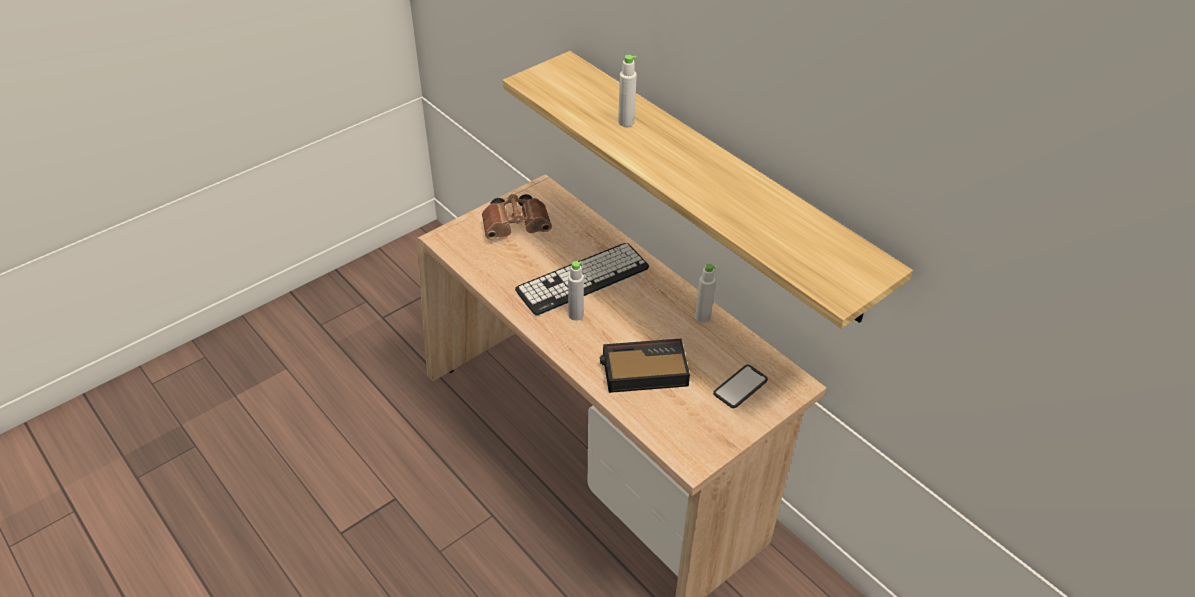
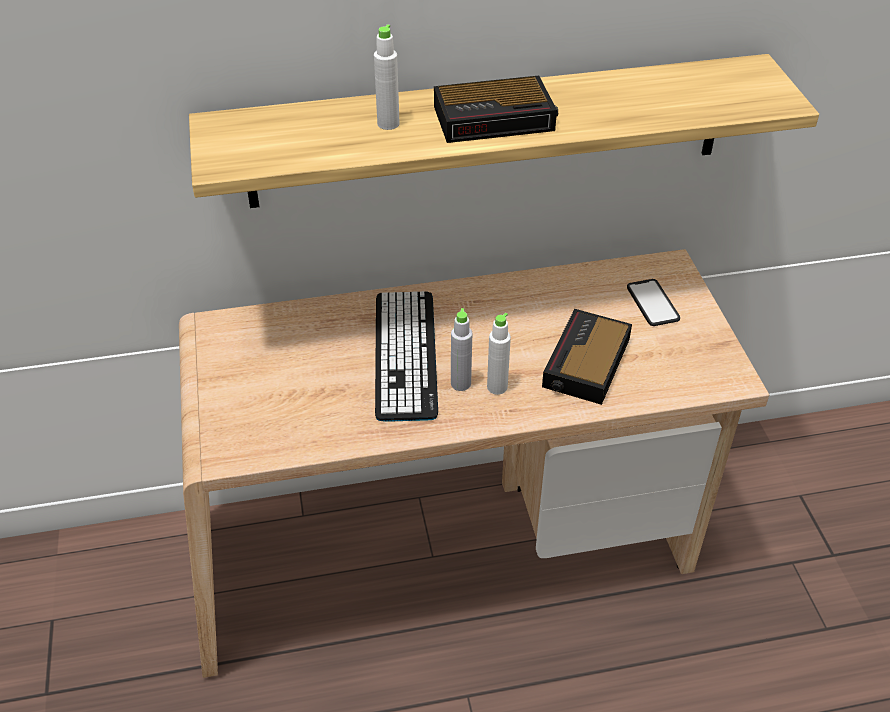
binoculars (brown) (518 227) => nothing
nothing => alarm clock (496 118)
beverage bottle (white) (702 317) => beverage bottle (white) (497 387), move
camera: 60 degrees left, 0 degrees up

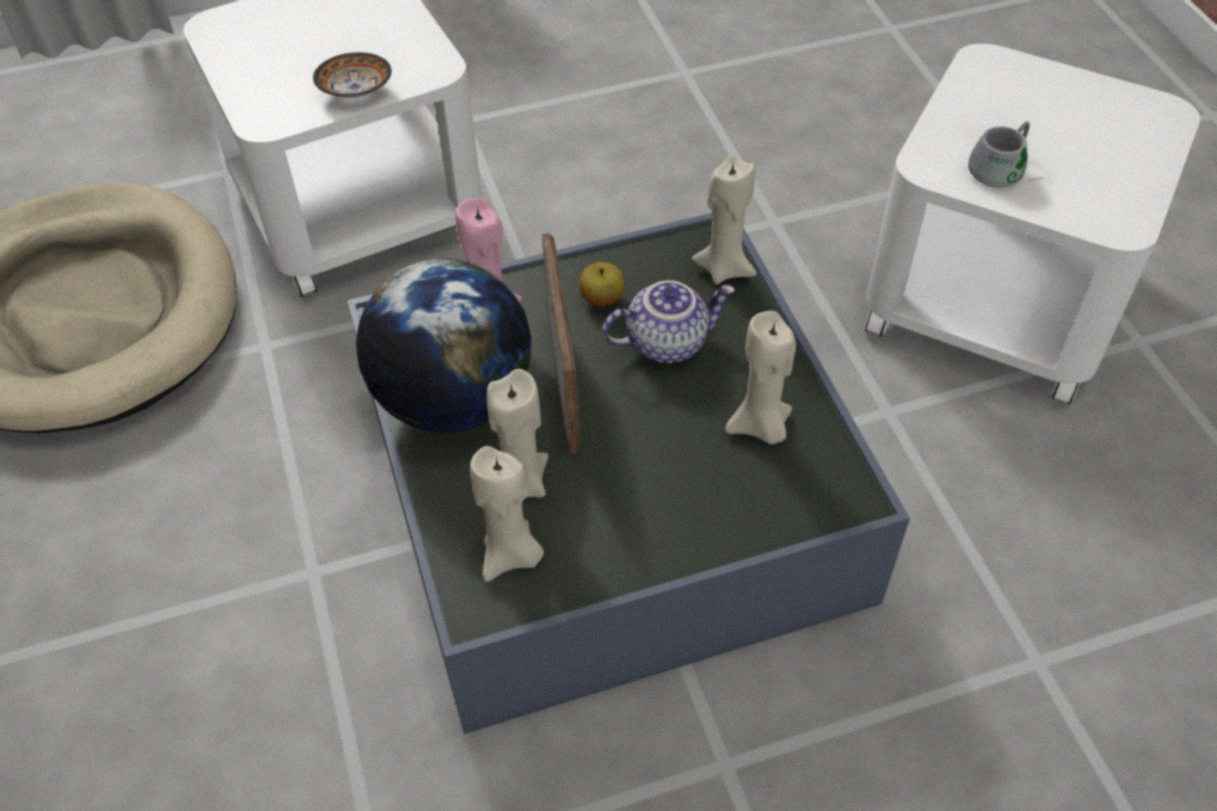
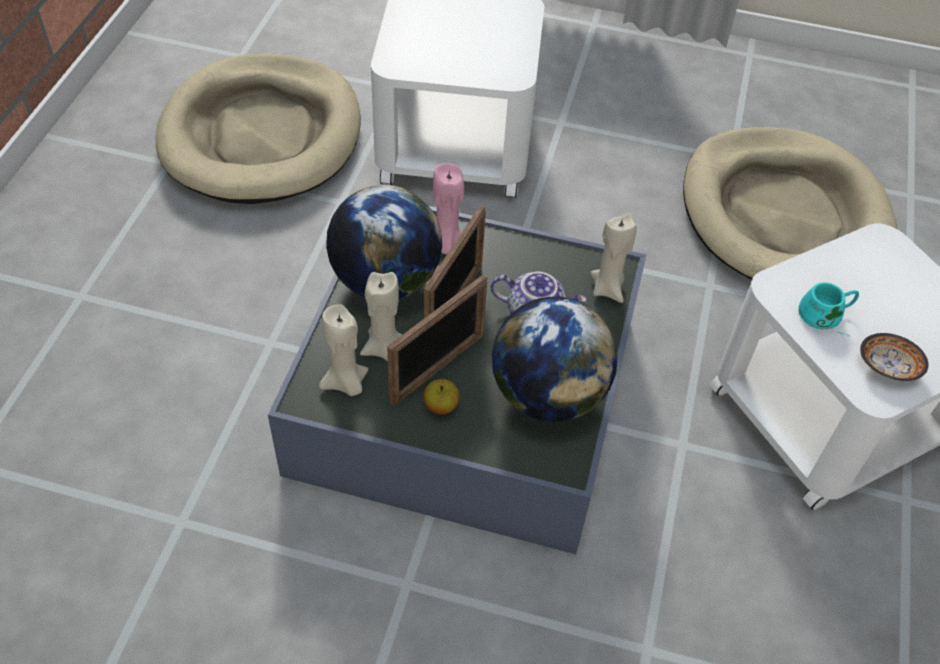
nothing => photo frame (438 368)
nothing => pet bed (beige-coloured) (783 215)
bowl (356 91) => bowl (887 367), move
whole apple (602 298) => whole apple (441 406), move
wax candle (beige-coloured) (760 427) => desk globe (548 394)
tea mug (greyish) (1005 170) => tea mug (blue-green) (827 317)
camera: 30 degrees right, 0 degrees up

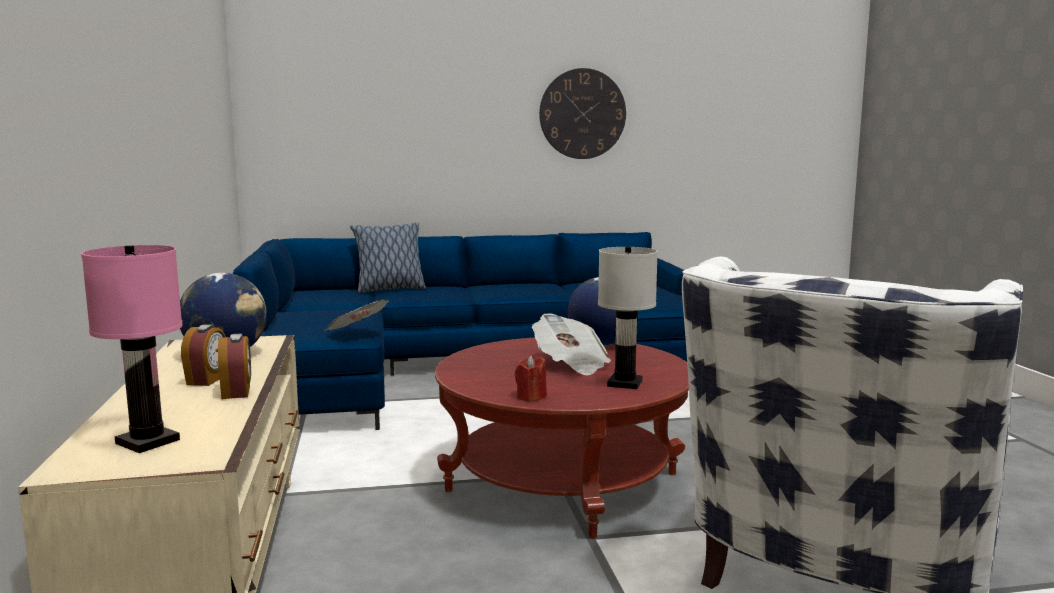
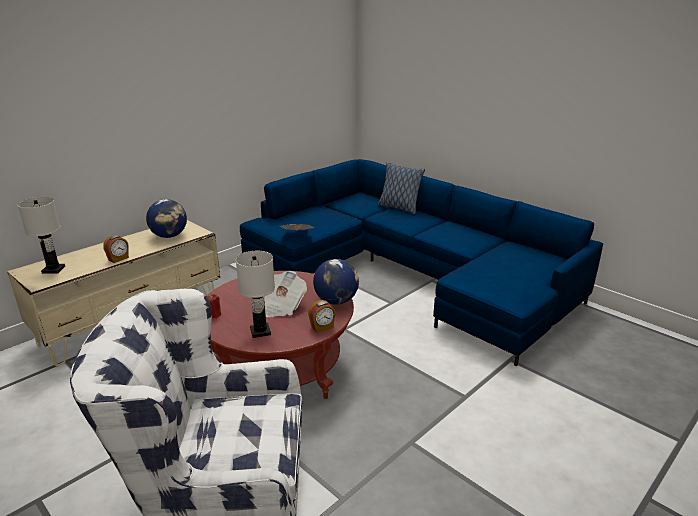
hanging clock (582 114) => nothing
alarm clock (207 380) => alarm clock (322 327), move
table lamp (pinkish) (147 442) => table lamp (white) (53 270)
camera: 55 degrees right, 15 degrees up

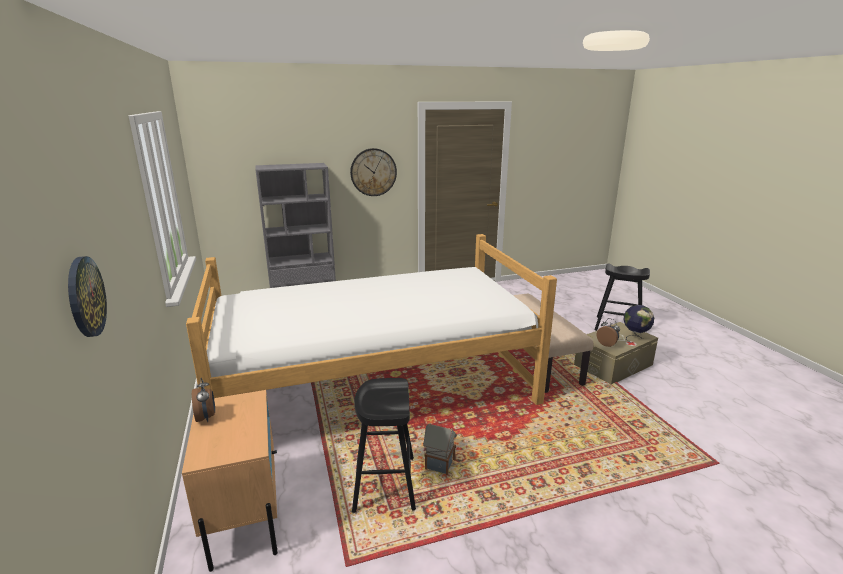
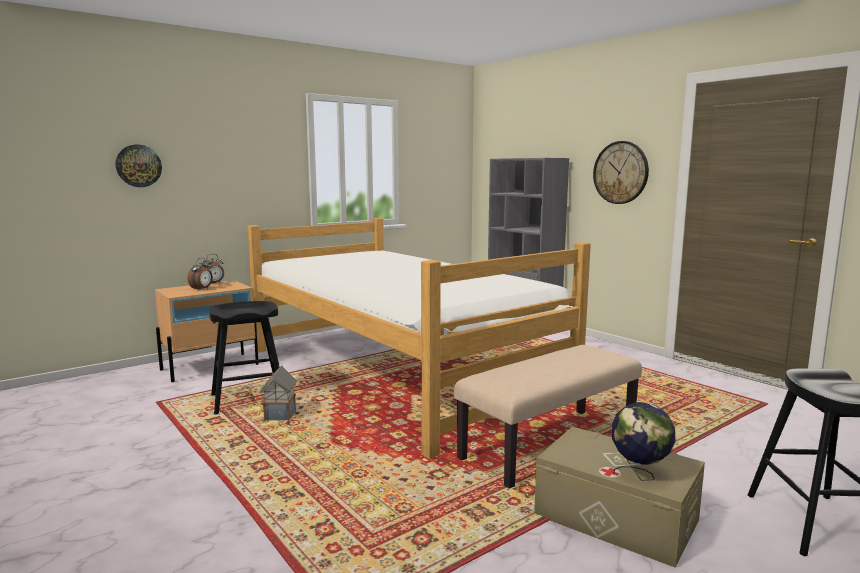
alarm clock (607 344) => alarm clock (202 289), move
camera: 70 degrees right, 10 degrees down

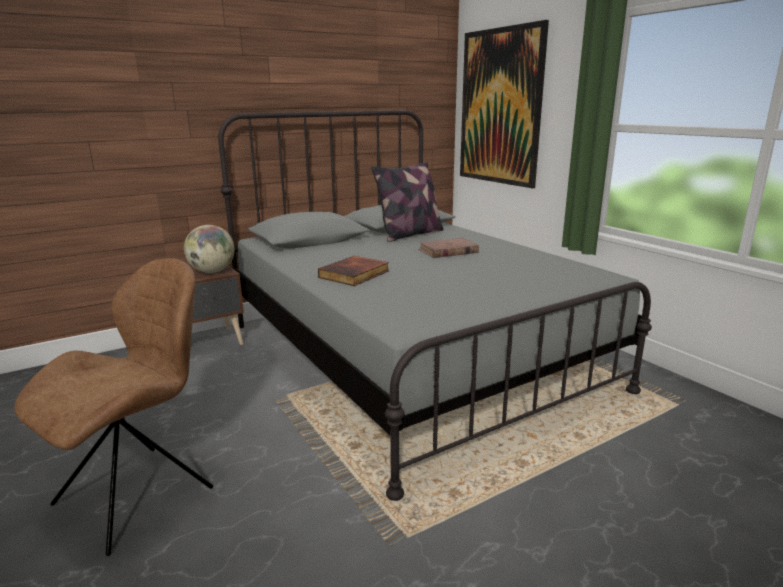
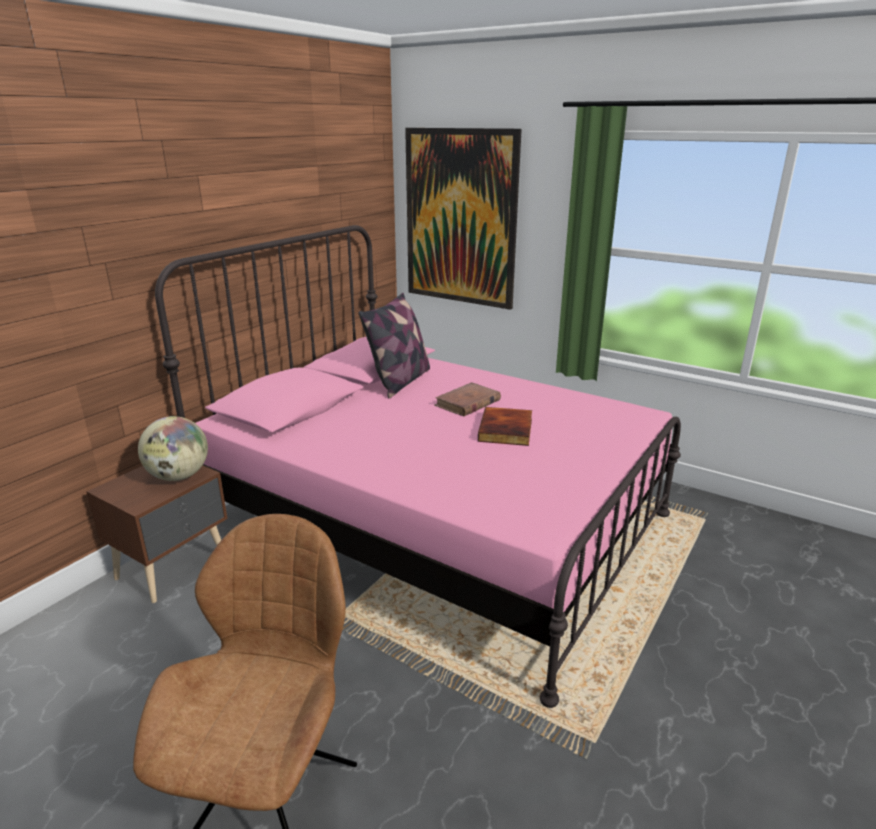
bound book (355 274) => bound book (507 430), move
sleeping bed (greyish) (411 355) => sleeping bed (pinkish) (436 522)
camera: 25 degrees left, 5 degrees up

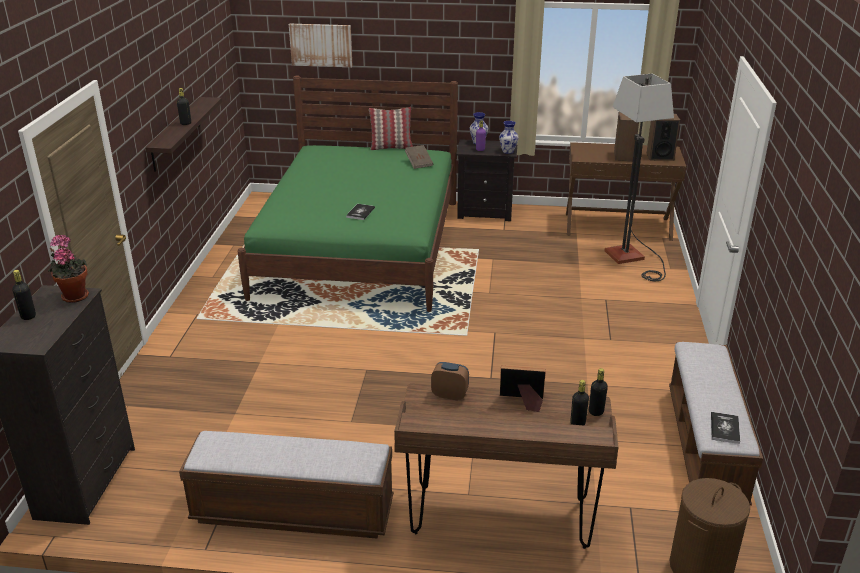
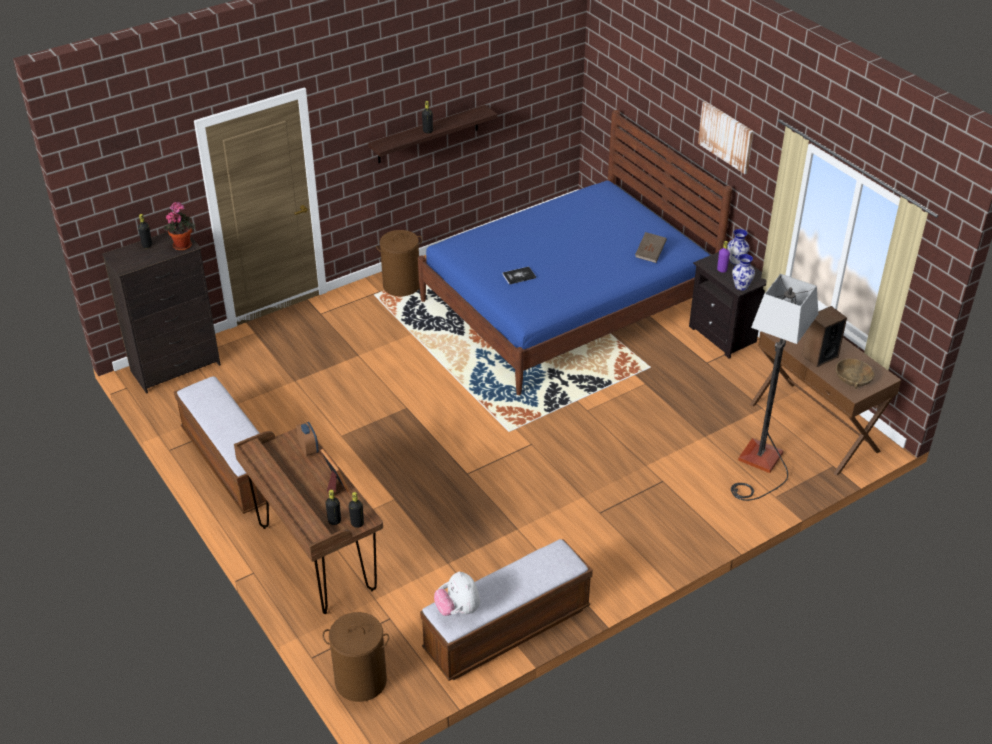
throw pillow (391 147) => nothing
nothing => laundry basket (brown) (402 285)
wall picture (321 45) => wall picture (726 136), move
speaker (660 156) => bowl (brown) (853 378)
bound book (724 428) => plush toy (458 609)
sleeping bed (green-coloured) (360 247) => sleeping bed (blue) (566 305)
camera: 50 degrees right, 10 degrees up

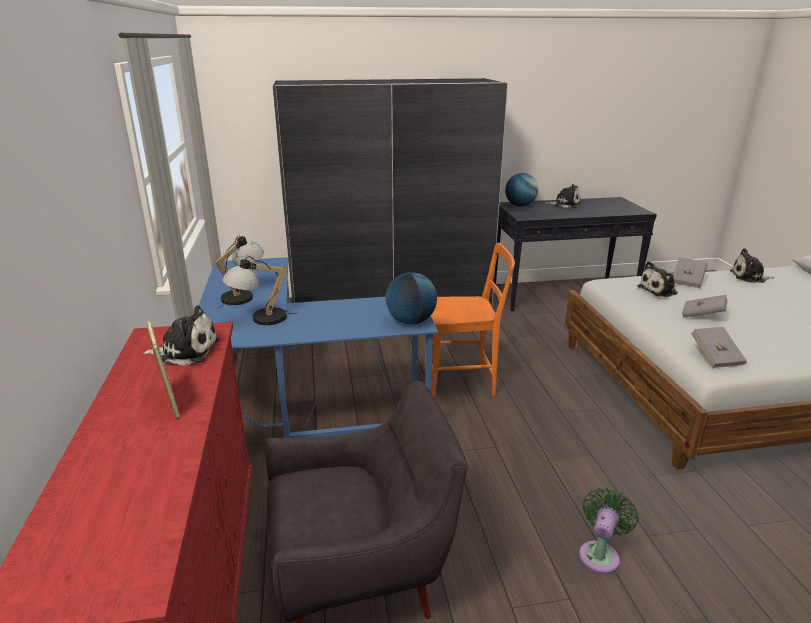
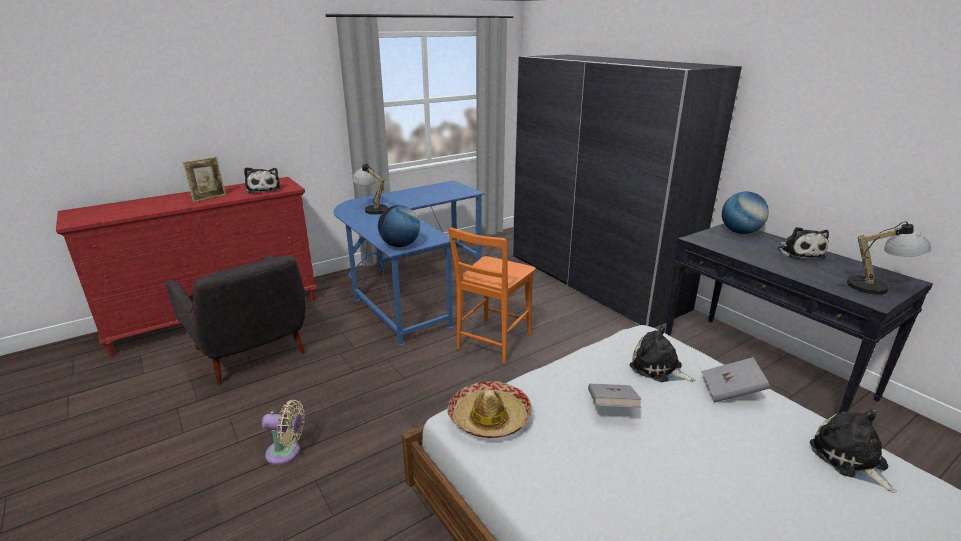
table lamp (243 295) => table lamp (877 287), move
bound book (greyish) (715 357) => wearable hat (489 418)
cooling fan (green-coloured) (600 554) => cooling fan (beige-coloured) (286 452)
chair (orange) (463 381) => chair (orange) (492 343), 60 degrees clockwise
camera: 65 degrees right, 0 degrees up

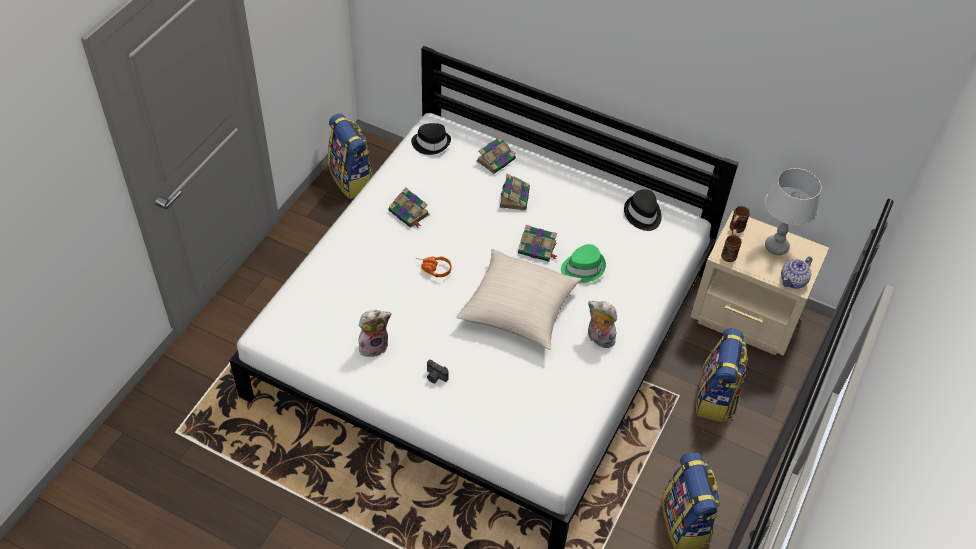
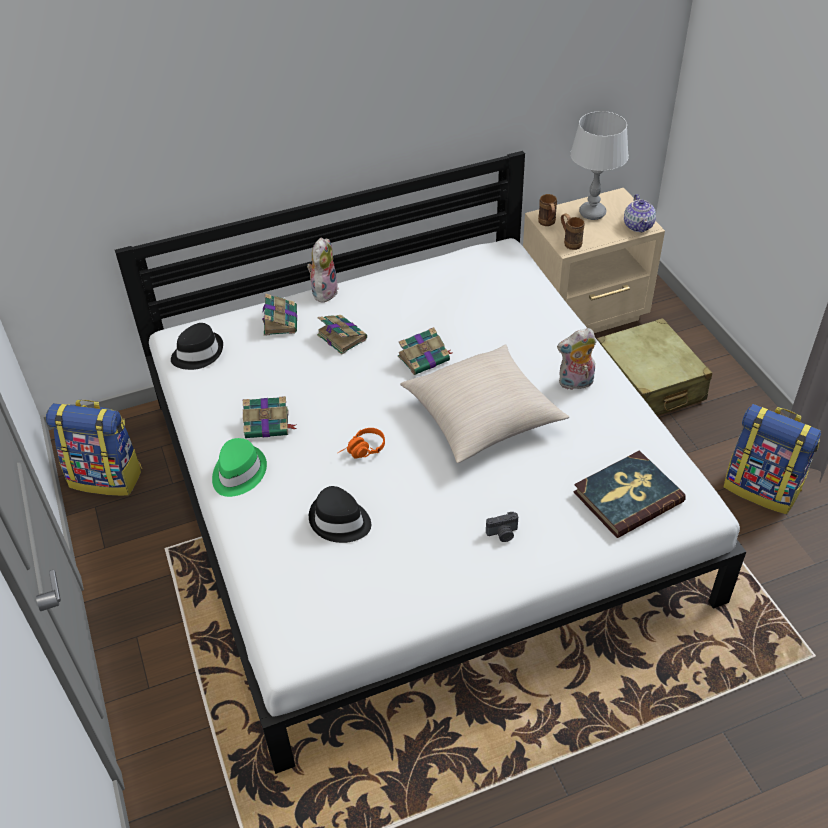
nothing => bound book (627 496)
plush toy (374 345) => plush toy (324 291), move
wearable hat (green-coloured) (582 267) => wearable hat (green-coloured) (238 473), move
wearable hat (black-coloured) (642 214) => wearable hat (black-coloured) (339 521), move
knapsack (716 398) => piece of luggage (beige-coloured) (648 383)
camera: 45 degrees left, 5 degrees down

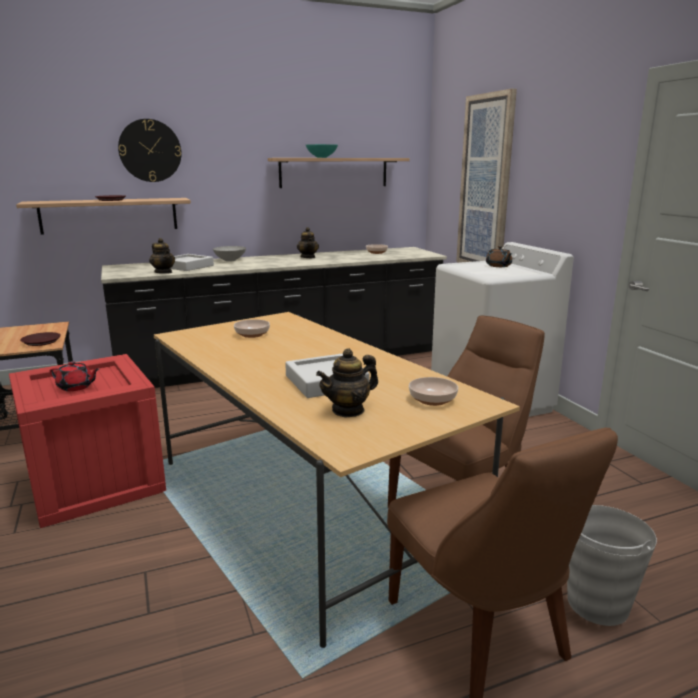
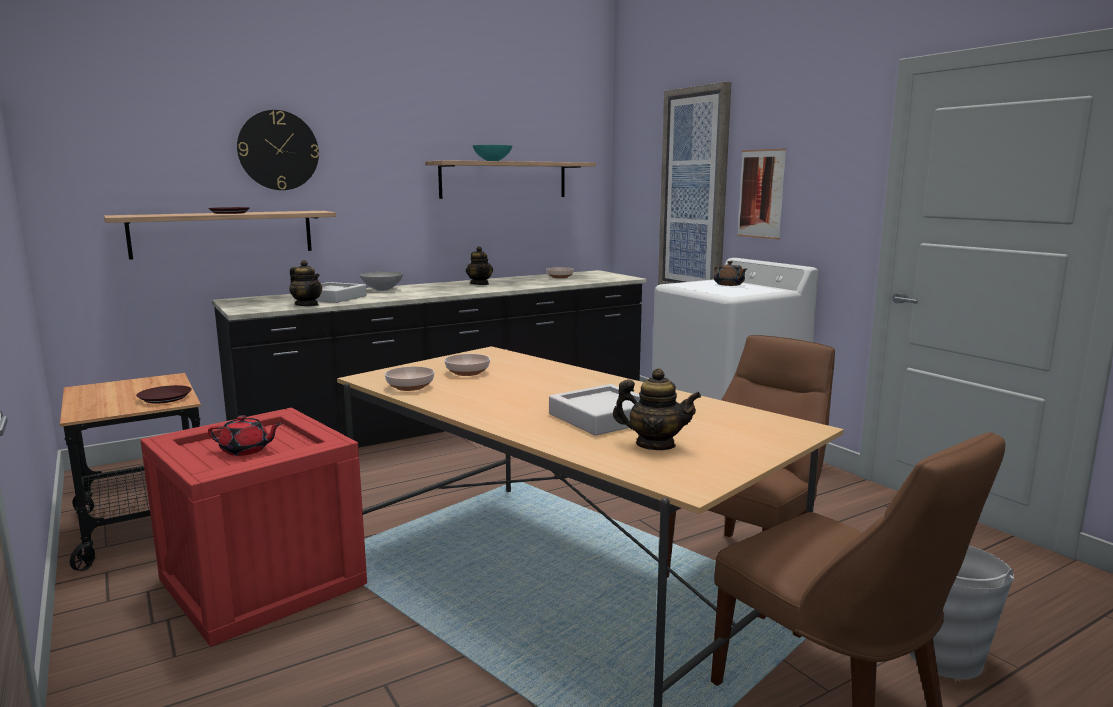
nothing => wall picture (761 194)
bowl (432 399) => bowl (409 387), move
pot for tea (348 410) => pot for tea (655 445), 120 degrees counterclockwise
camera: 10 degrees left, 5 degrees down

